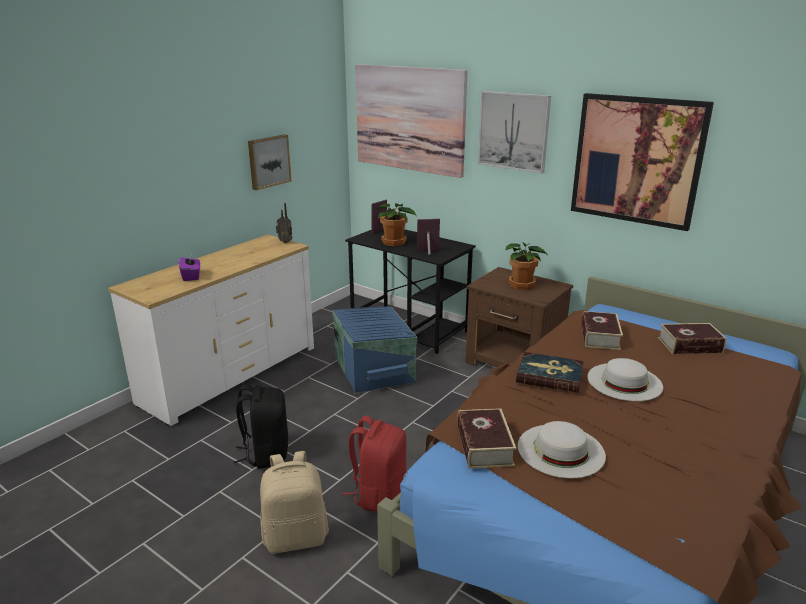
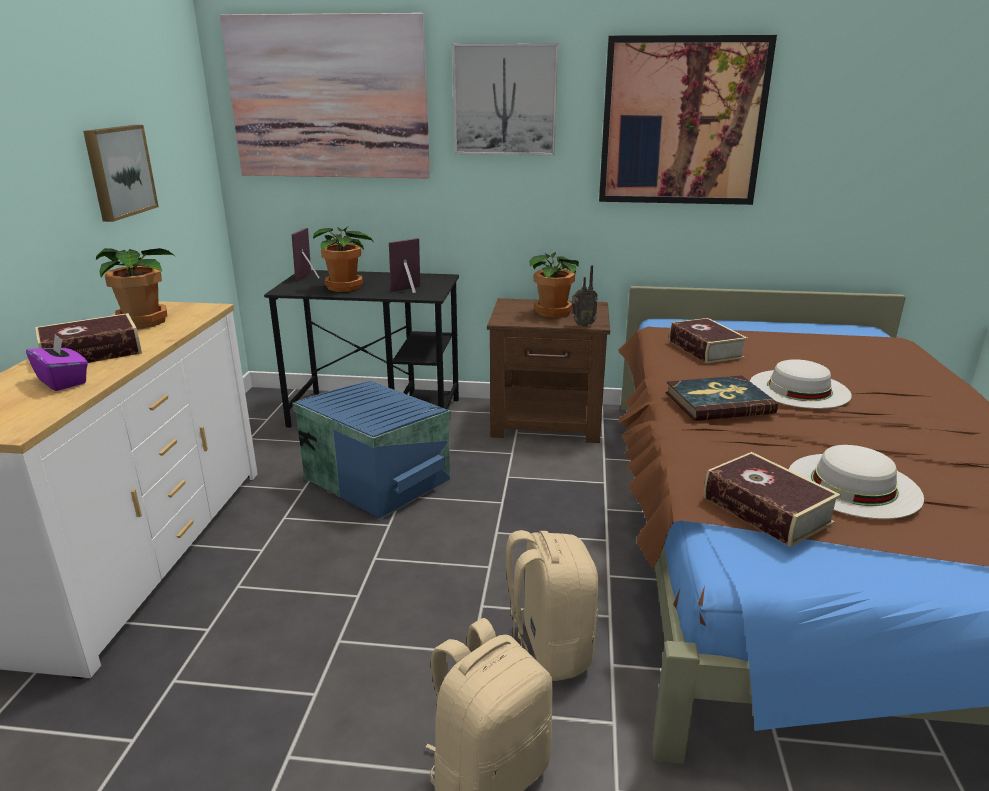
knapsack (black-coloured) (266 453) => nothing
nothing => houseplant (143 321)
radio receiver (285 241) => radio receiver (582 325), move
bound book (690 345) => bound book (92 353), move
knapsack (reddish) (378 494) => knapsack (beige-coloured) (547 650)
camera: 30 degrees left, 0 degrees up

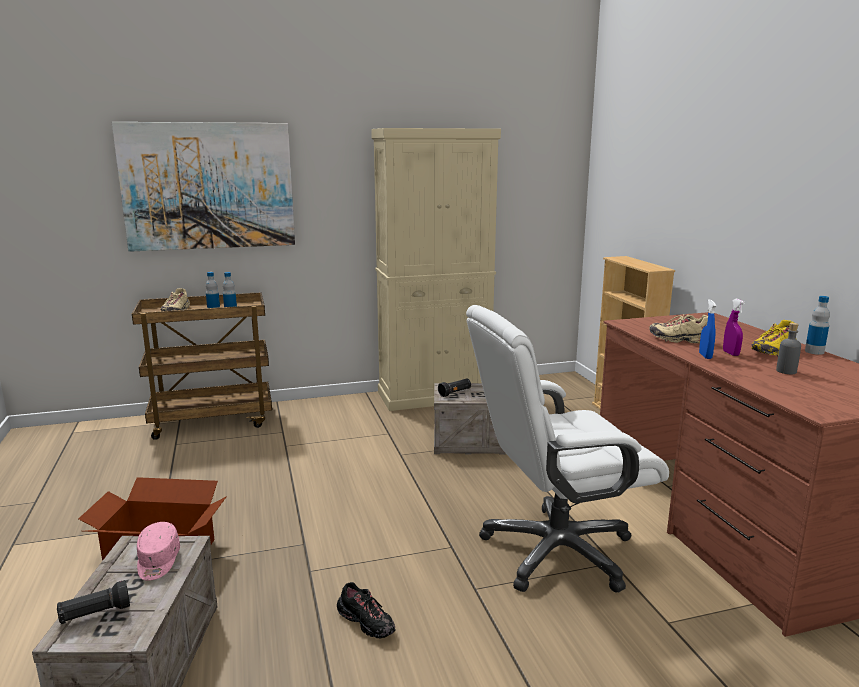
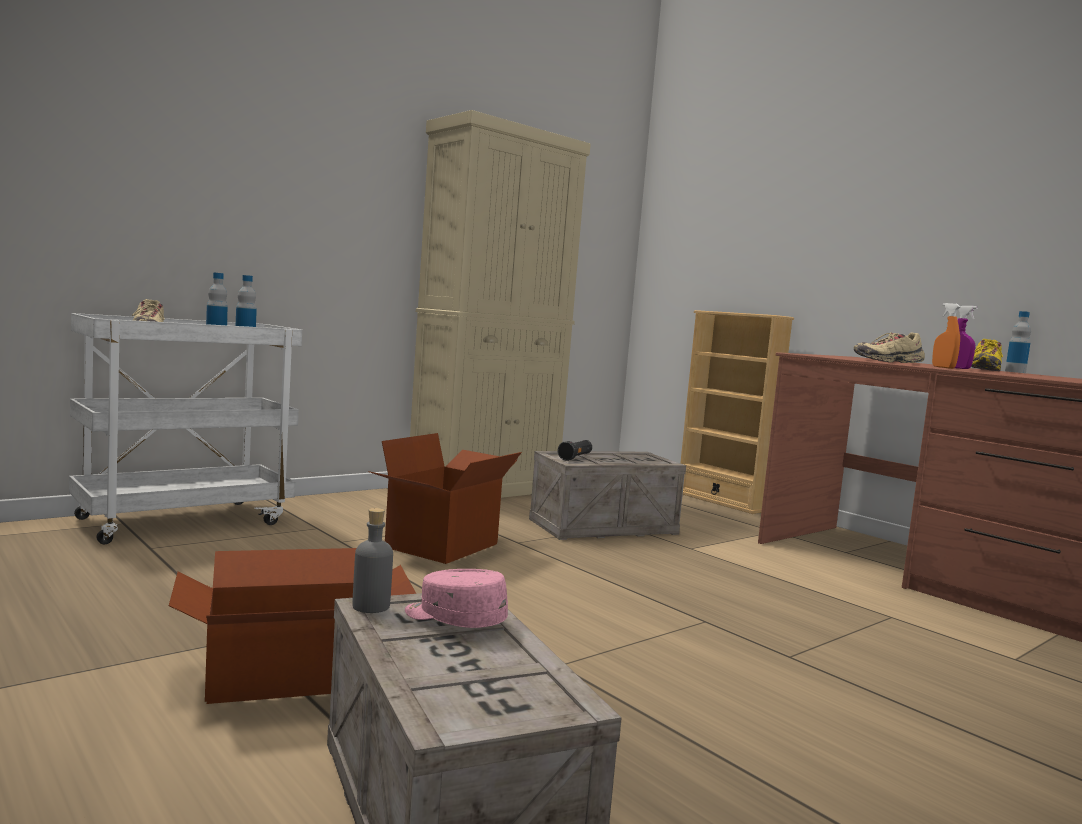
hand torch (black-coloured) (95 614) => nothing
wall picture (208 186) => nothing
shoe (black-coloured) (366 623) => nothing
desk chair (white) (556 551) => nothing
nothing => carton (444 546)
beverage bottle (greyish) (786 371) => beverage bottle (greyish) (371 606), move
trolley (brown) (213 420) => trolley (white) (185 520)
spray bottle (blue) (705 356) => spray bottle (orange) (943 367)
peaked cap (pinkish) (158 561) => peaked cap (pinkish) (454 619), 150 degrees clockwise
camera: 25 degrees left, 10 degrees down

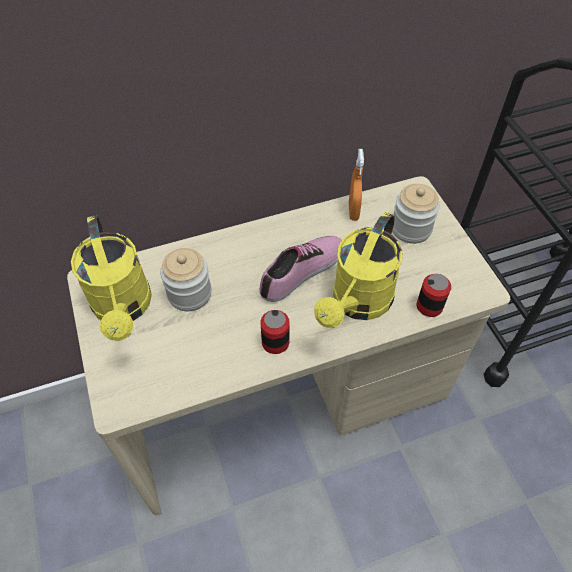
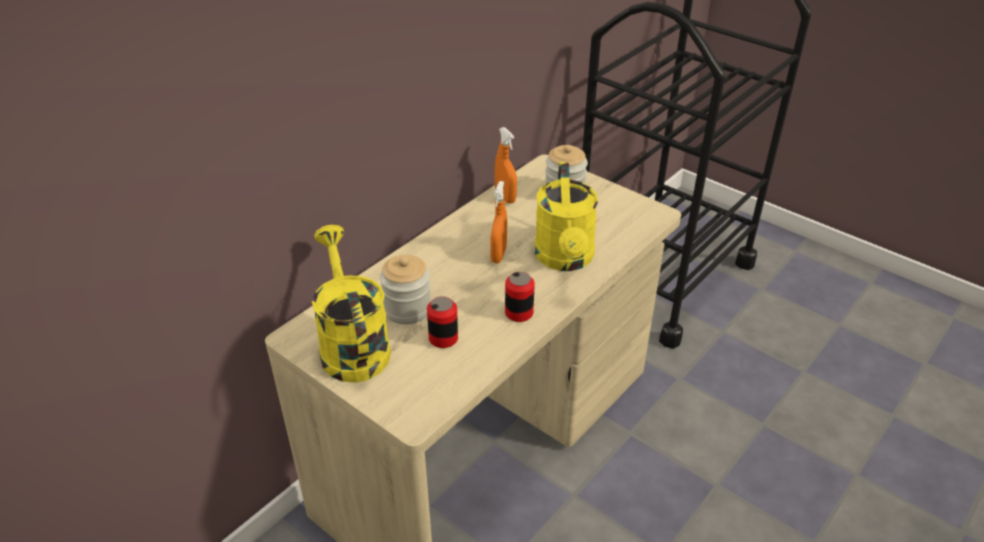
sealed can (429 306) => sealed can (443 338), move
shoe (302 272) => spray bottle (orange) (498 255)
sprinkling can (yellow) (124 309) => sprinkling can (yellow) (351 345), 150 degrees counterclockwise
camera: 30 degrees left, 15 degrees down

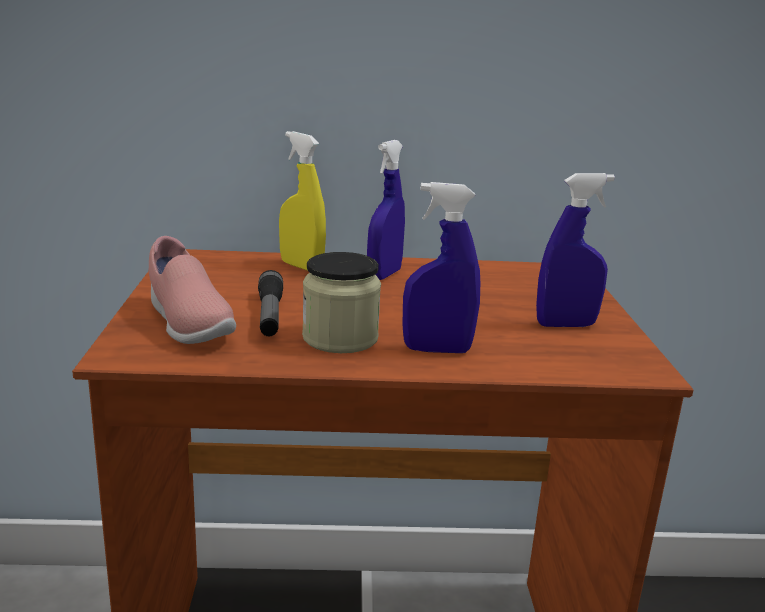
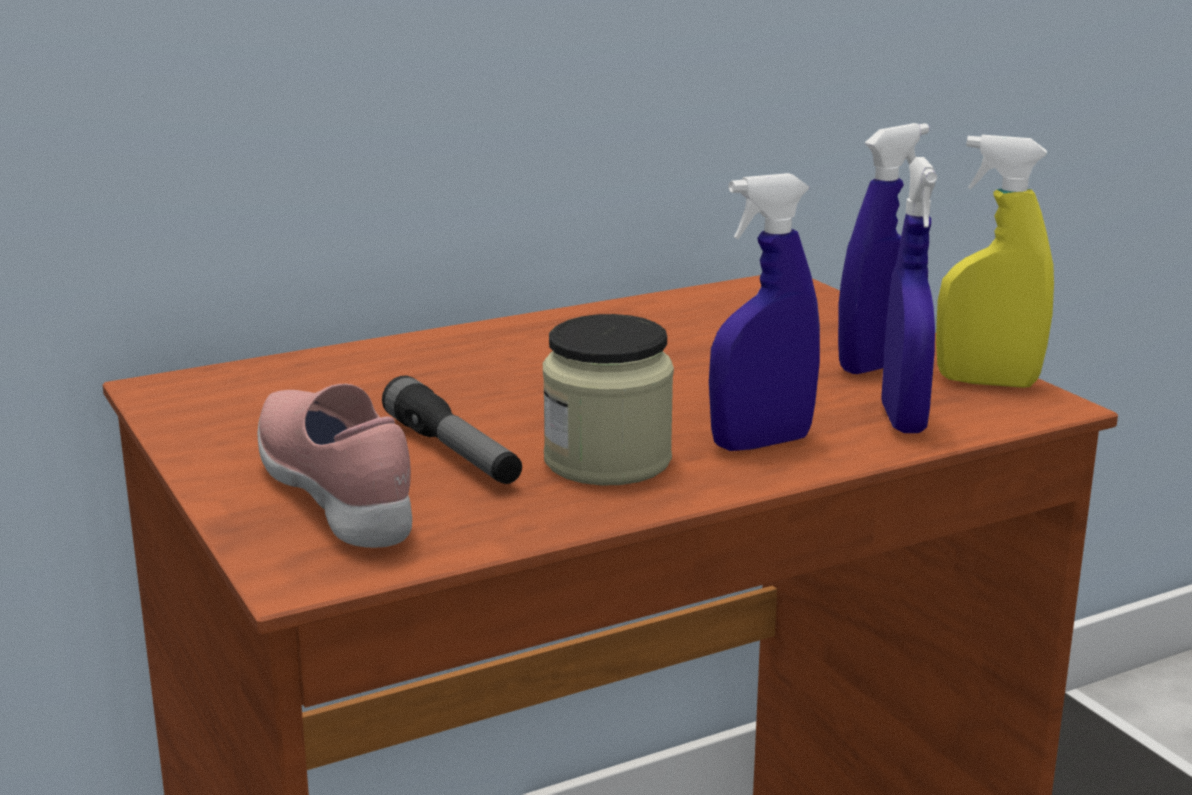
spray bottle (yellow) (301 266) => spray bottle (yellow) (987 382), move
spray bottle (blue) (384 275) => spray bottle (blue) (903 419), move
shoe (pinkish) (187 323) => shoe (pinkish) (340 497), 150 degrees counterclockwise
camera: 25 degrees left, 0 degrees up

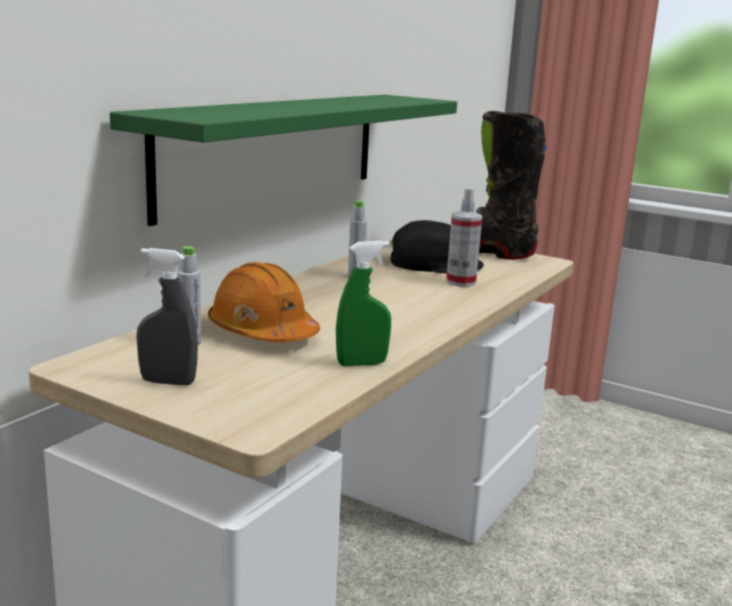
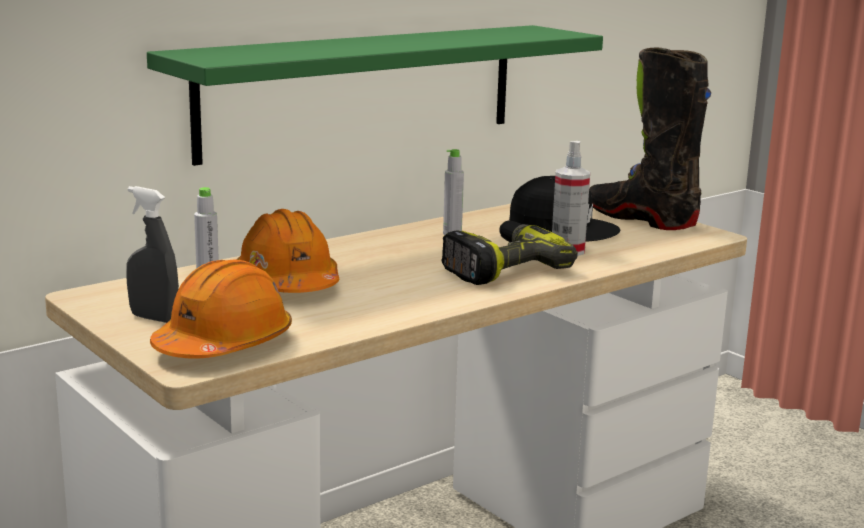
spray bottle (green-coloured) (361 364) => nothing
nothing => hard hat (orange) (224 344)
nothing => drill (500 267)
camera: 20 degrees right, 0 degrees up

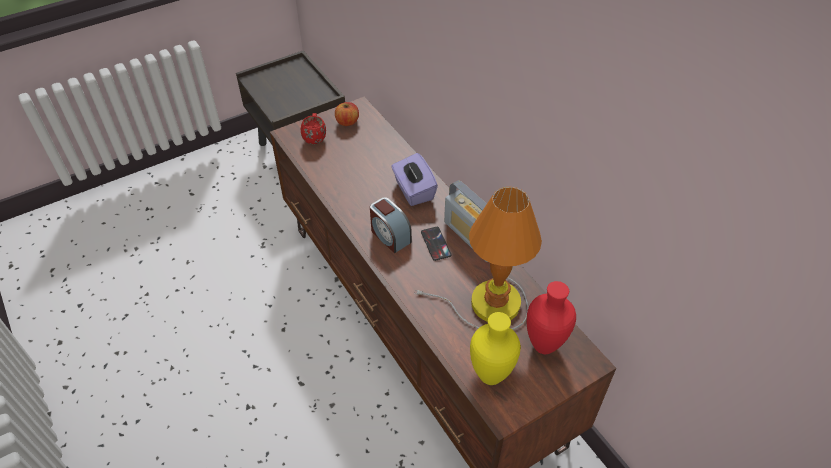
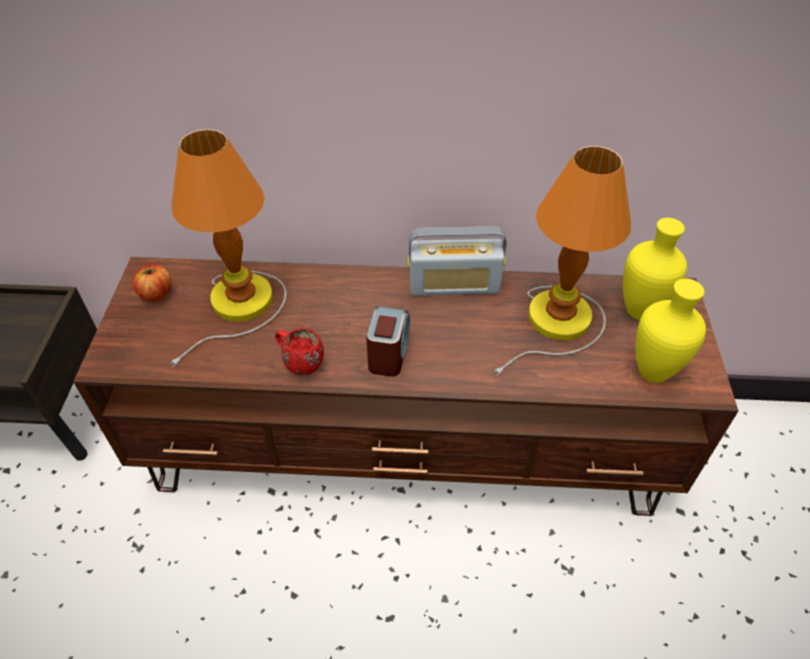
box of tissues (purple) (413 191) => nothing
handset (435 243) => nothing
nothing => table lamp (240 305)
tea mug (reddish) (314 137) => tea mug (reddish) (299 362), move
flower vase (reddish) (543 347) => flower vase (yellow) (640 312)
alarm clock (390 236) => alarm clock (389 353), 75 degrees counterclockwise
camera: 55 degrees left, 0 degrees up

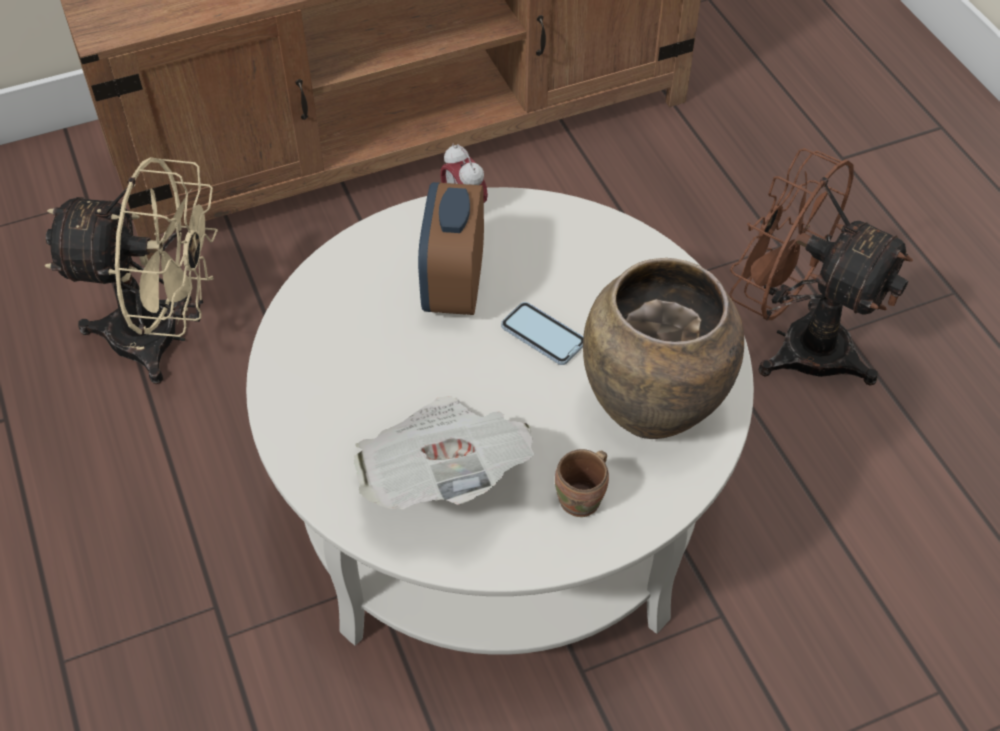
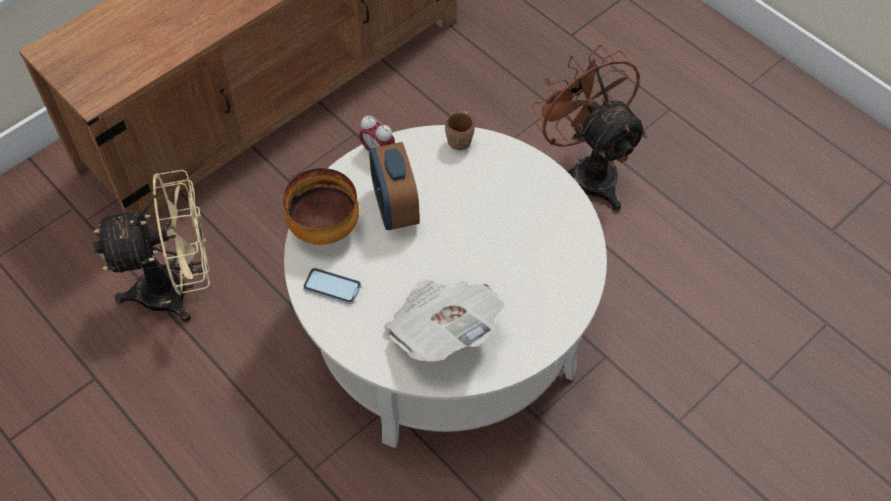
flower vase (brown) (650 409) => nothing
nothing => bowl (325 229)
handset (543 335) => handset (332 287), move
tea mug (brown) (583 500) => tea mug (brown) (461 141), move
cooling fan (brown) (796 342) => cooling fan (brown) (587 170), 45 degrees clockwise
camera: 20 degrees left, 5 degrees up

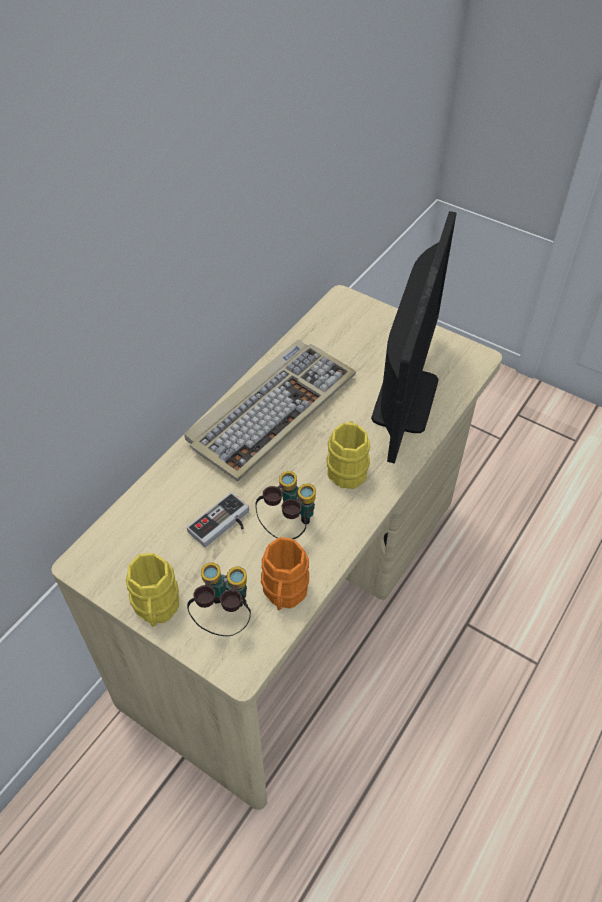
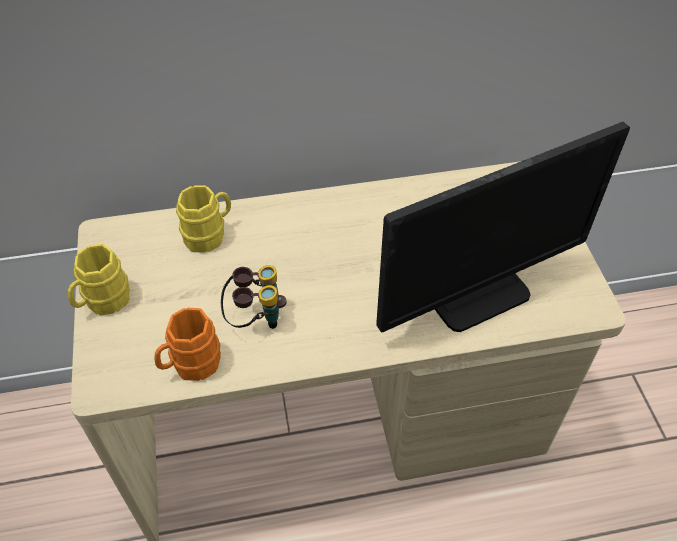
computer keyboard (271 409) => nothing
joypad (223 525) => nothing
binoculars (224 617) => nothing
tea mug (yellow) (347 467) => tea mug (yellow) (209 234), move
camera: 45 degrees right, 0 degrees up

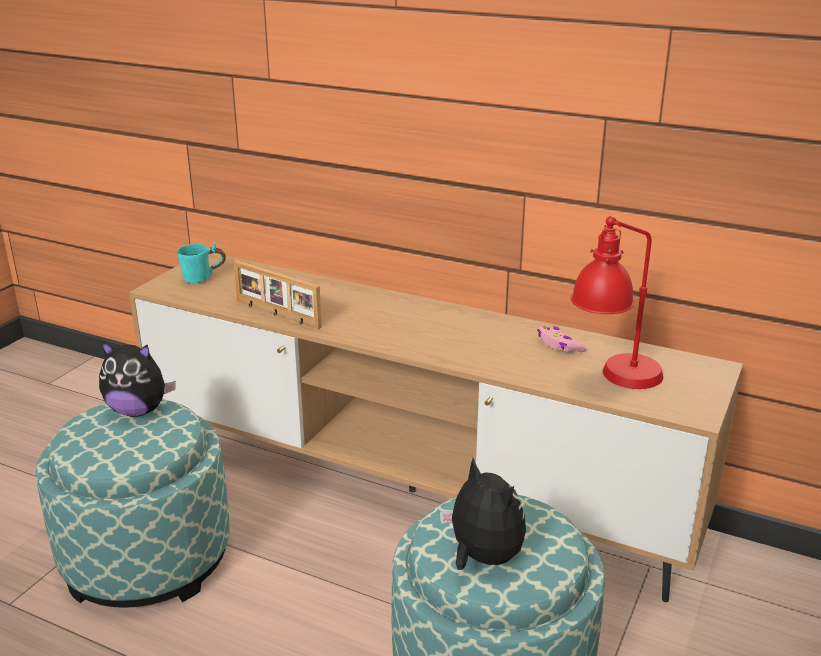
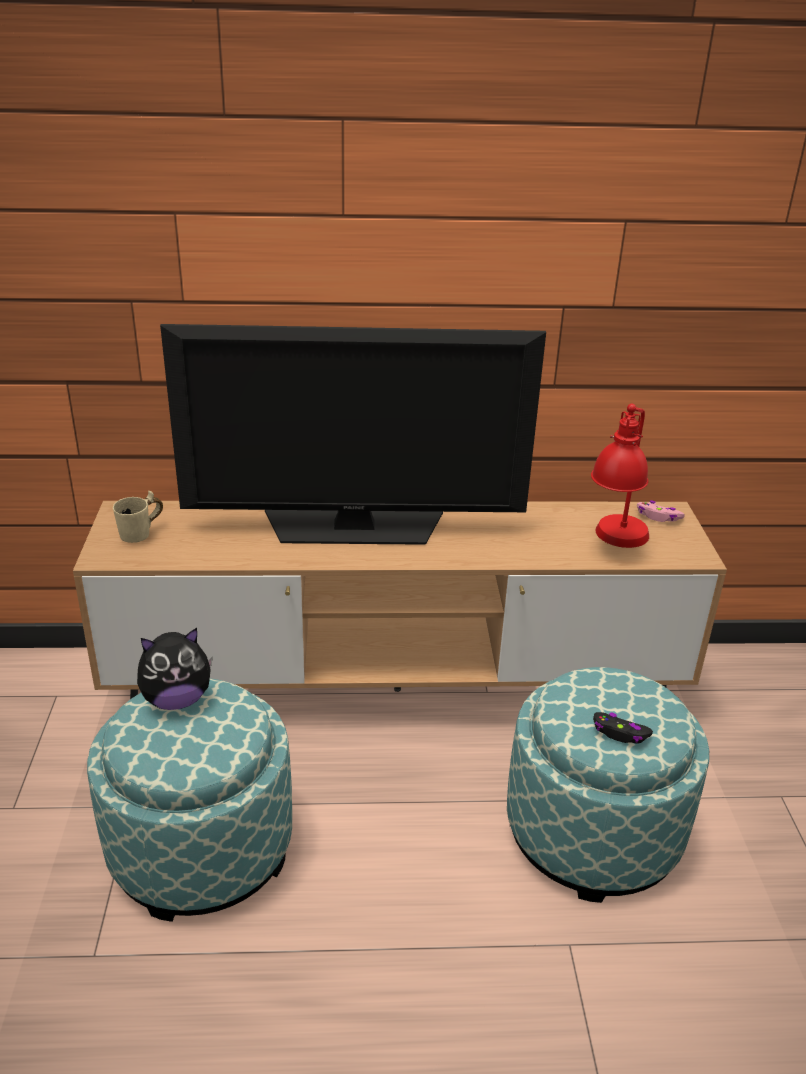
photo frame (276 314) => nothing
nothing => TV set (354 527)
joypad (pinkish) (559 345) => joypad (pinkish) (658 517), move
plush toy (482 558) => joypad (black-coloured) (620 733)
tea mug (blue-green) (203 280) => tea mug (beige-coloured) (143 535)
camera: 30 degrees left, 5 degrees up

